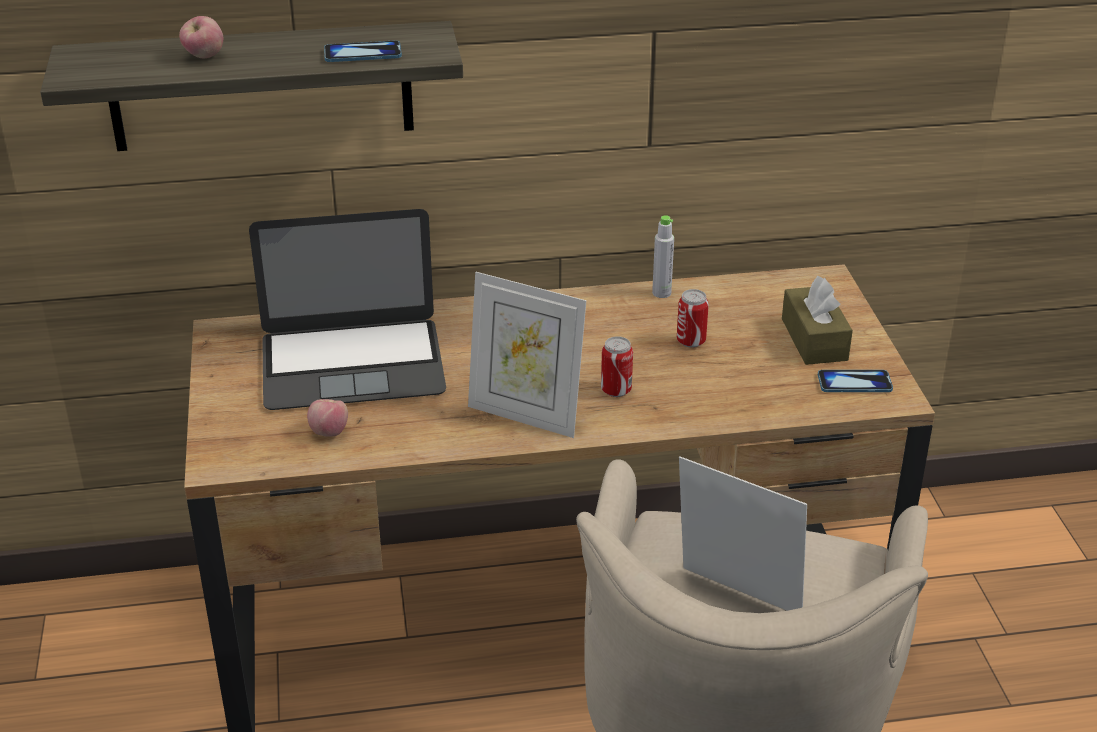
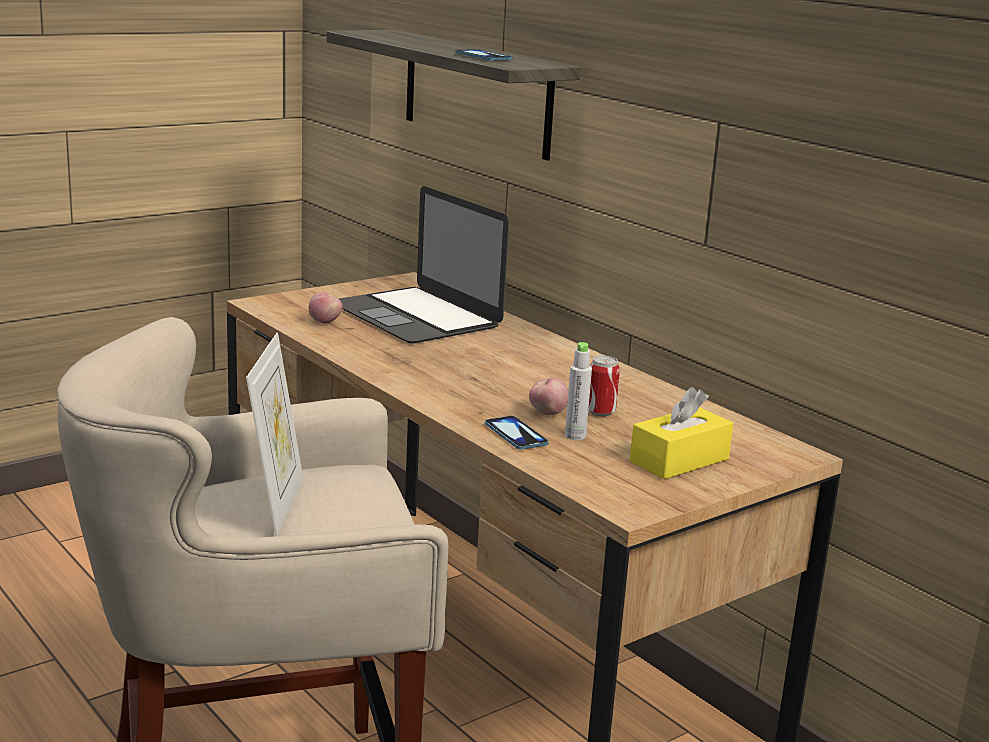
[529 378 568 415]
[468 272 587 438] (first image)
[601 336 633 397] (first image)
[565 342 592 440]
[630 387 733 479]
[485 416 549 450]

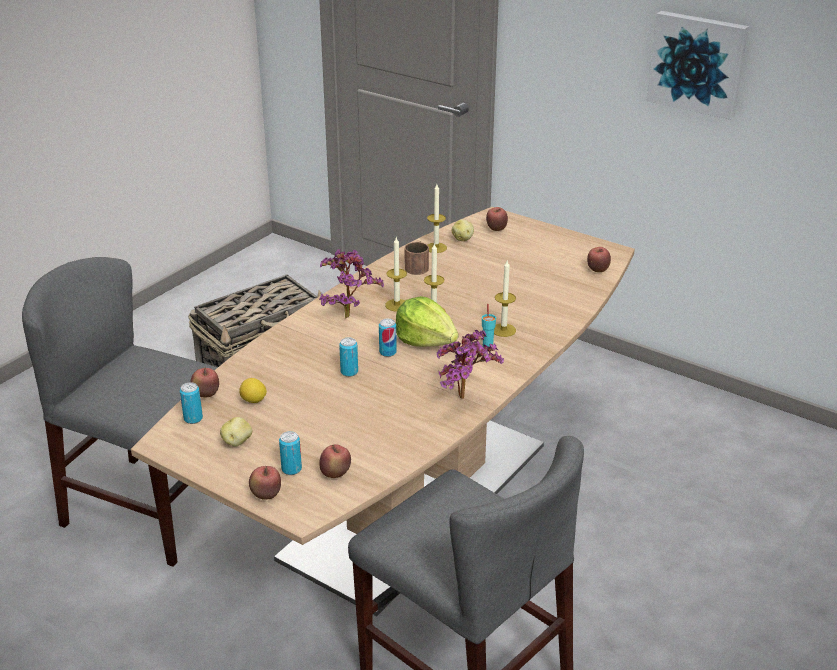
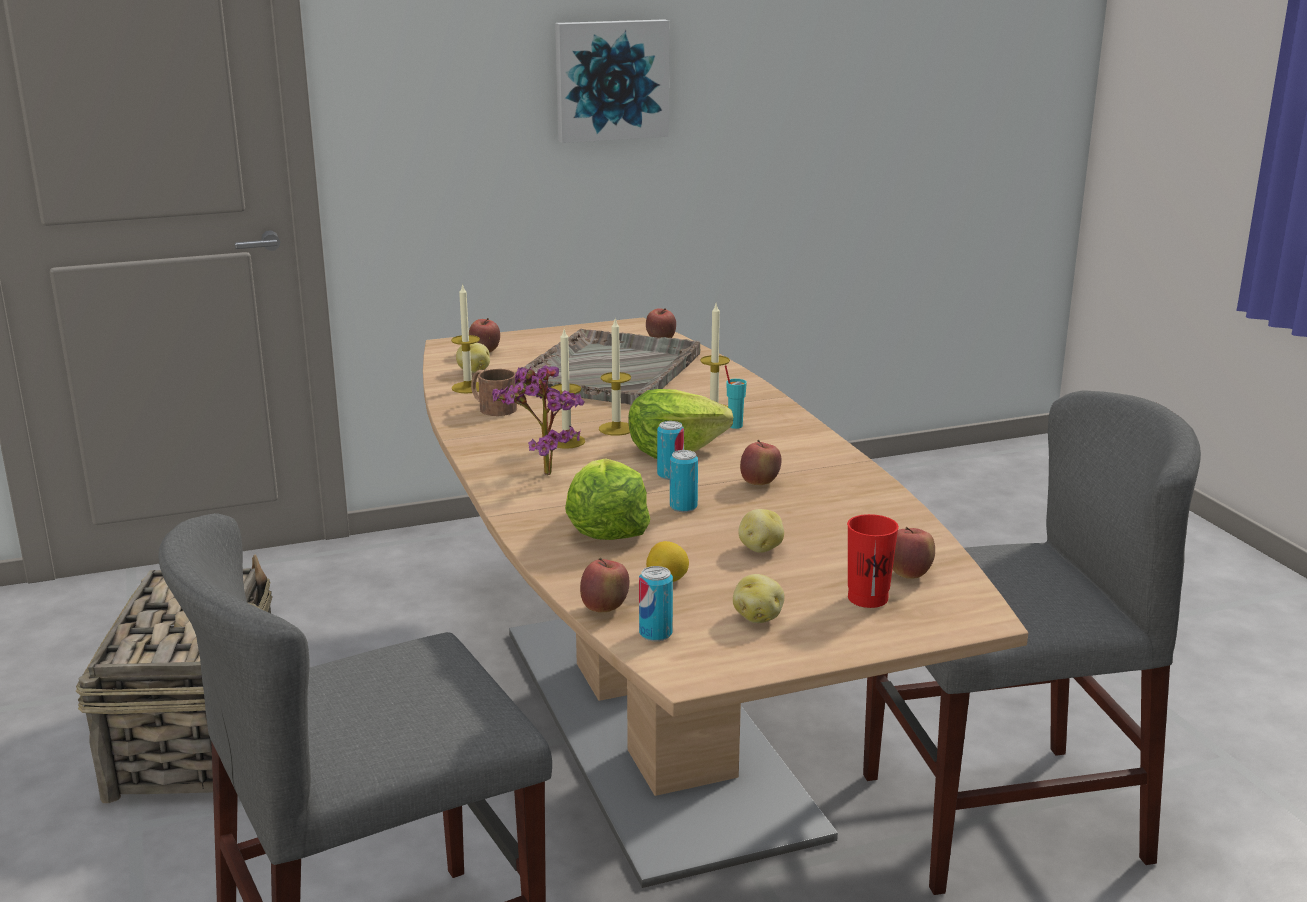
[740 440 781 485]
[847 514 899 608]
[437 330 504 399] (first image)
[515 328 700 405]
[565 459 650 540]
[738 509 784 553]

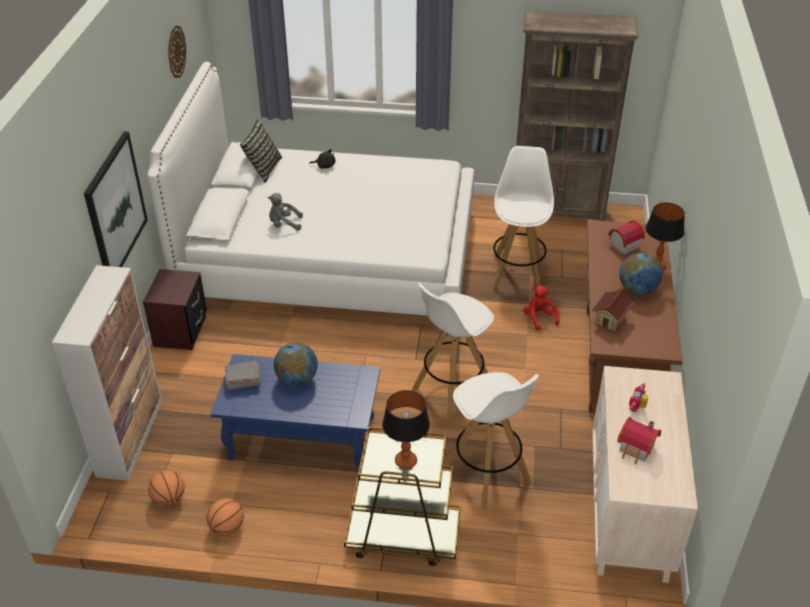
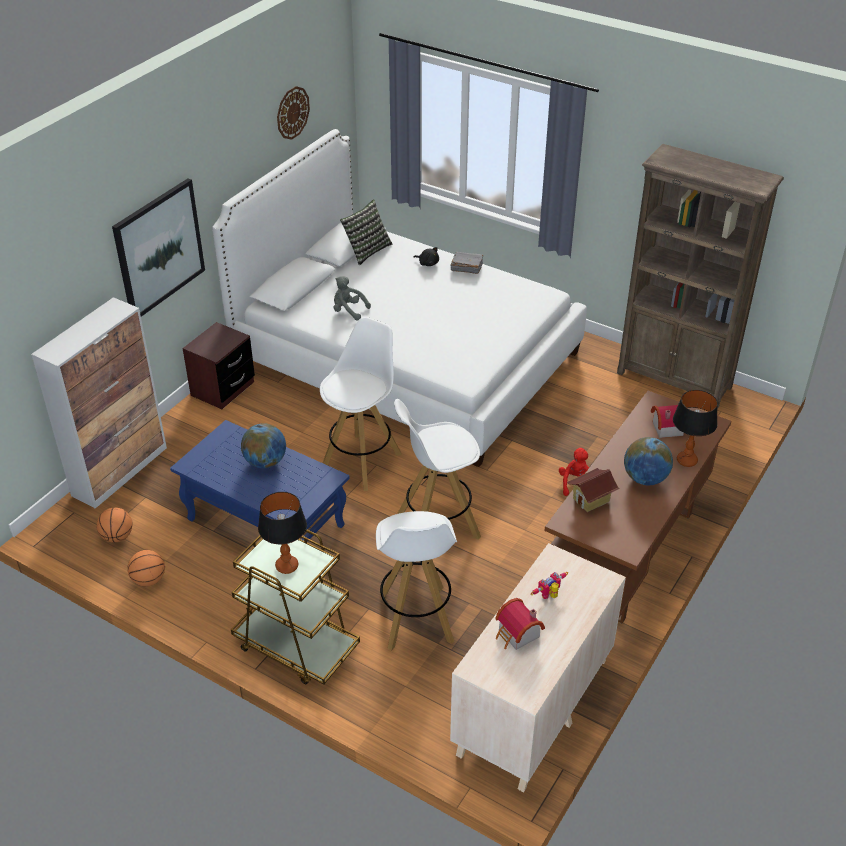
[450 252 483 274]
[320 317 402 491]

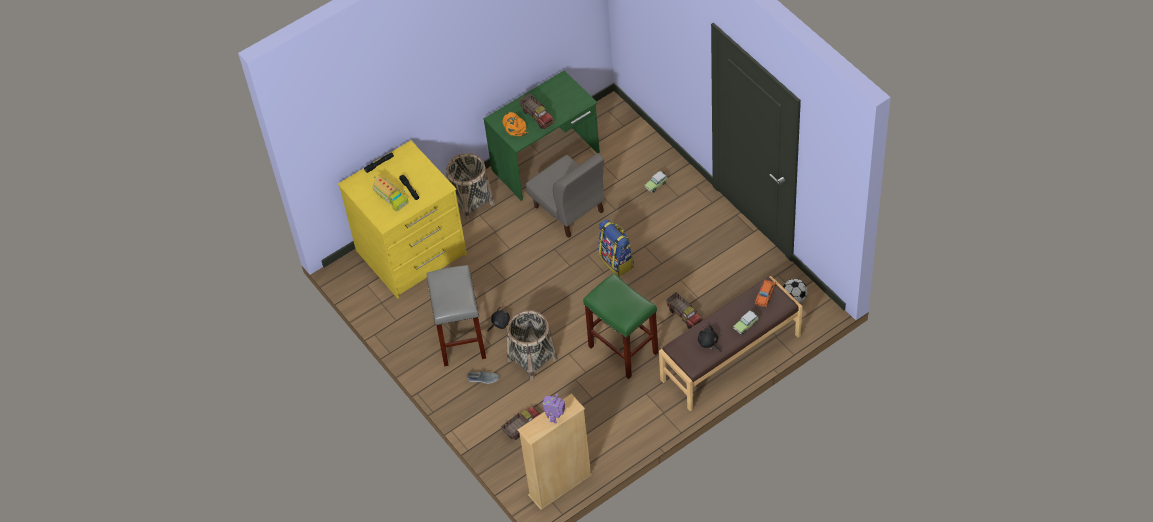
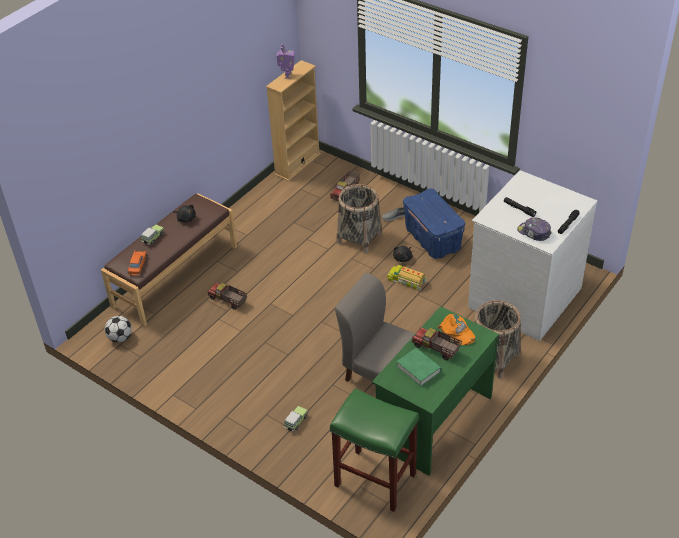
[468 170 597 341]
[387 262 427 290]
[403 189 465 259]
[330 388 419 512]
[598 219 634 277] (first image)
[396 348 442 387]
[517 217 551 241]

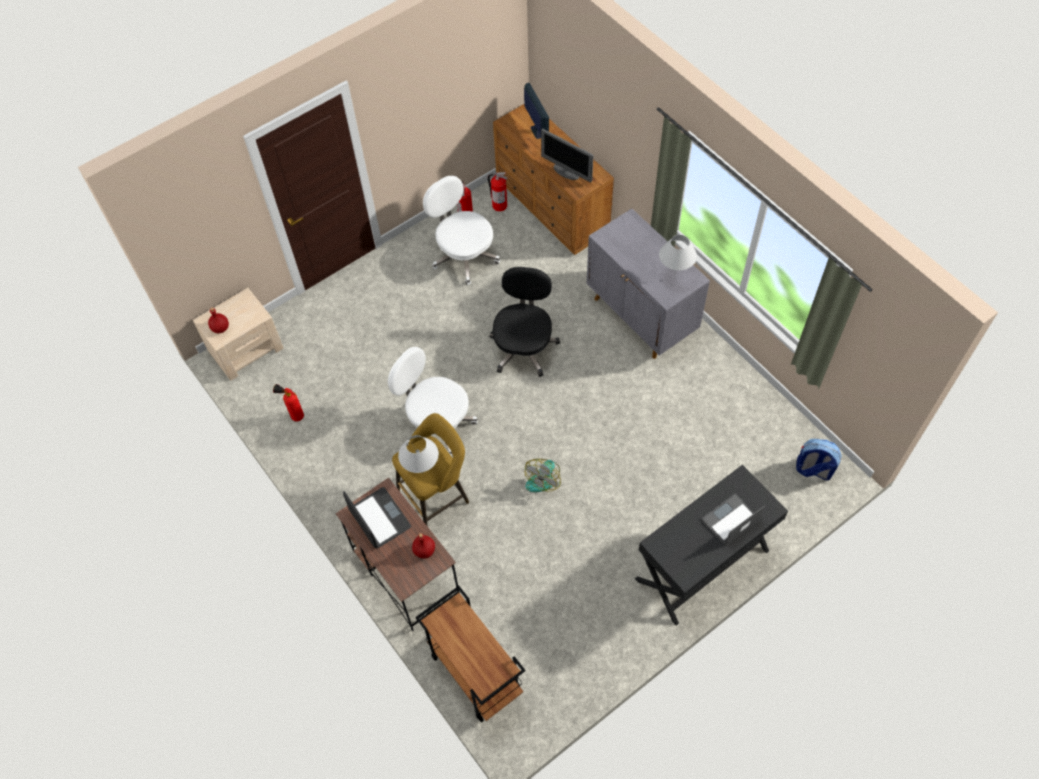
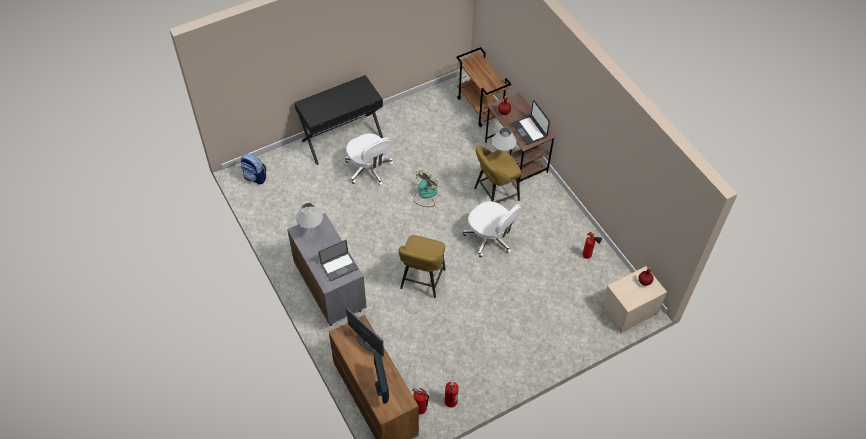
[345 133 393 186]
[398 235 446 298]
[319 239 358 281]

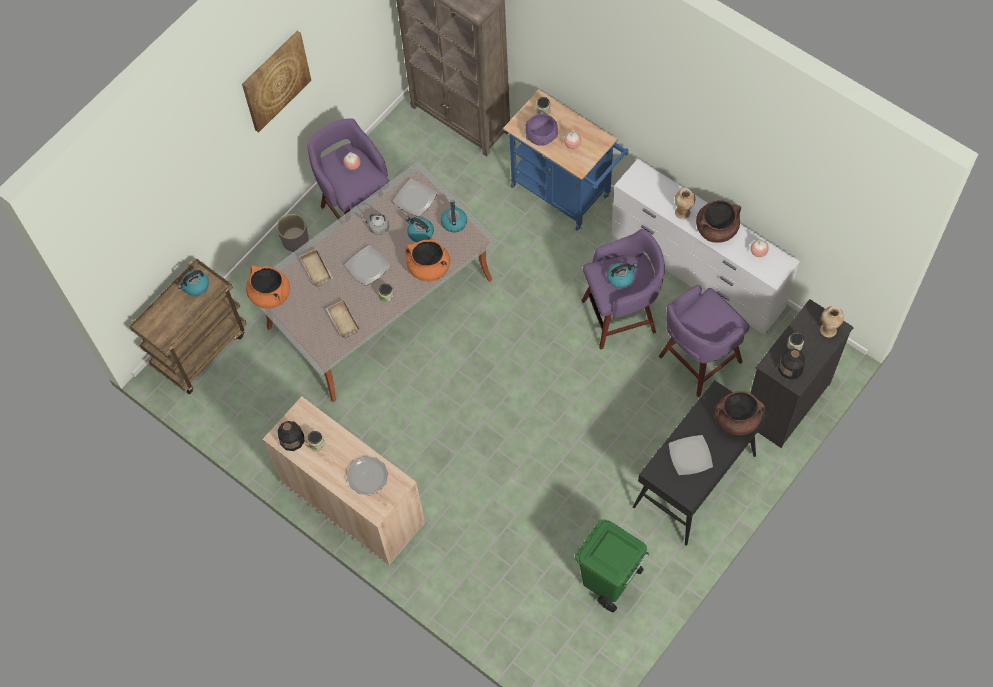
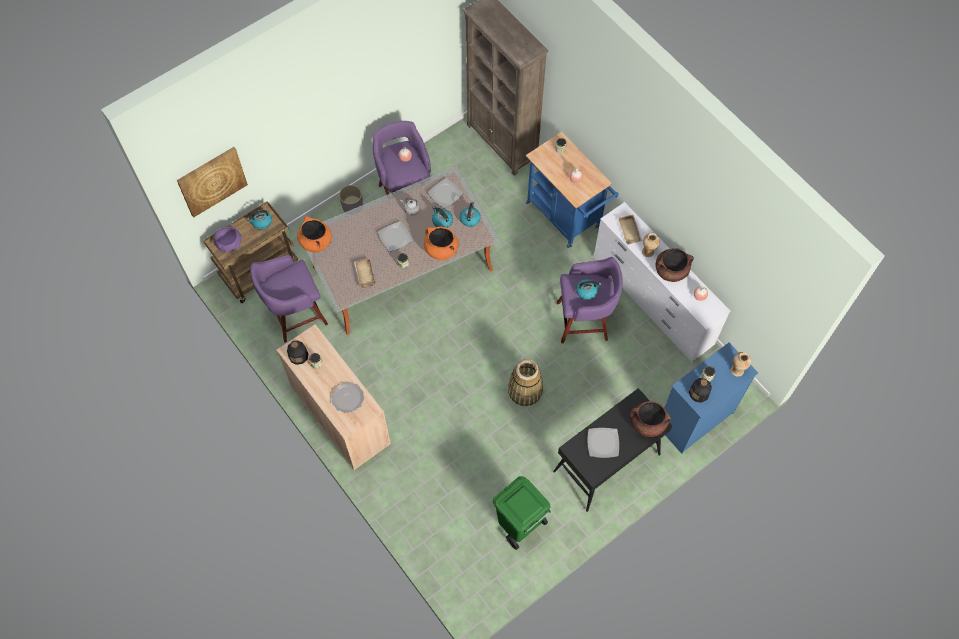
[177 147 248 218]
[618 215 642 245]
[214 226 242 252]
[250 255 328 343]
[664 343 758 454]
[508 359 543 406]

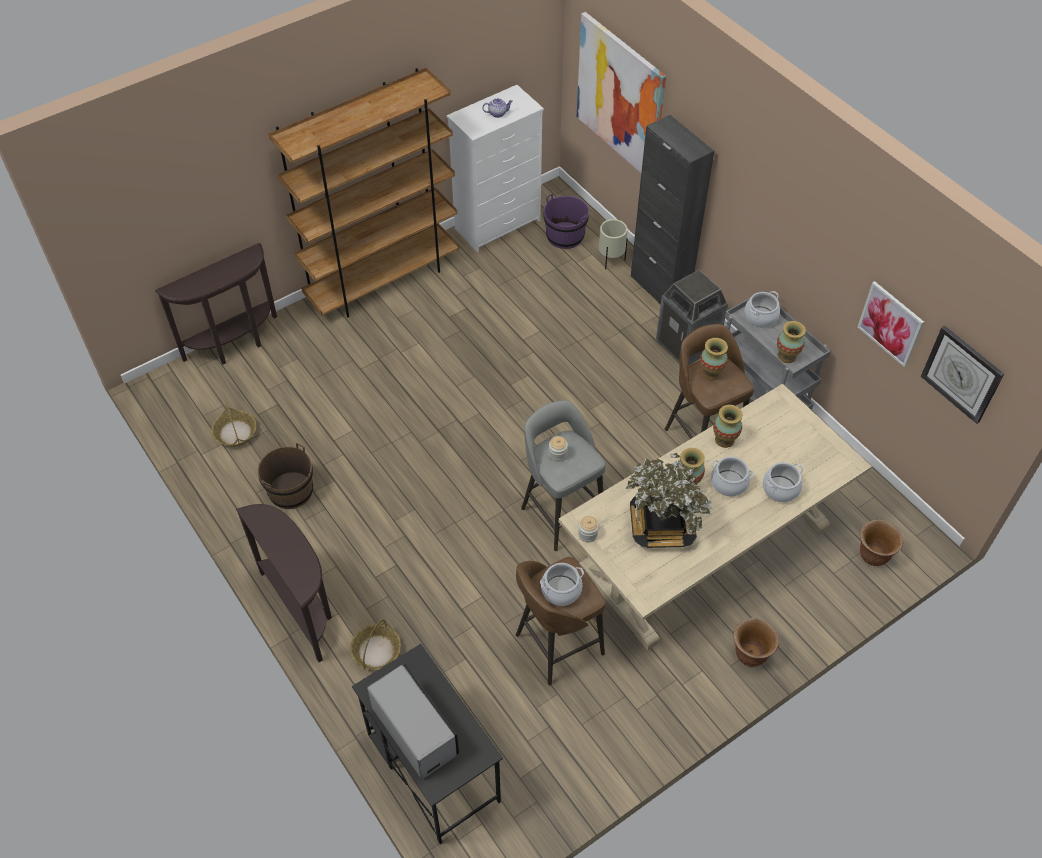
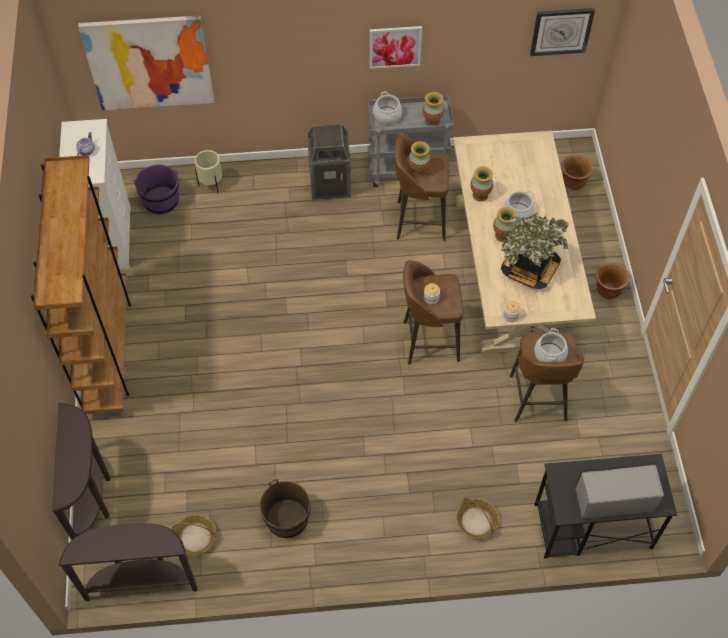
[58 523 197 601]
[403 260 463 365]
[631 115 714 304] (first image)
[763 462 803 502] (first image)
[369 26 422 69]

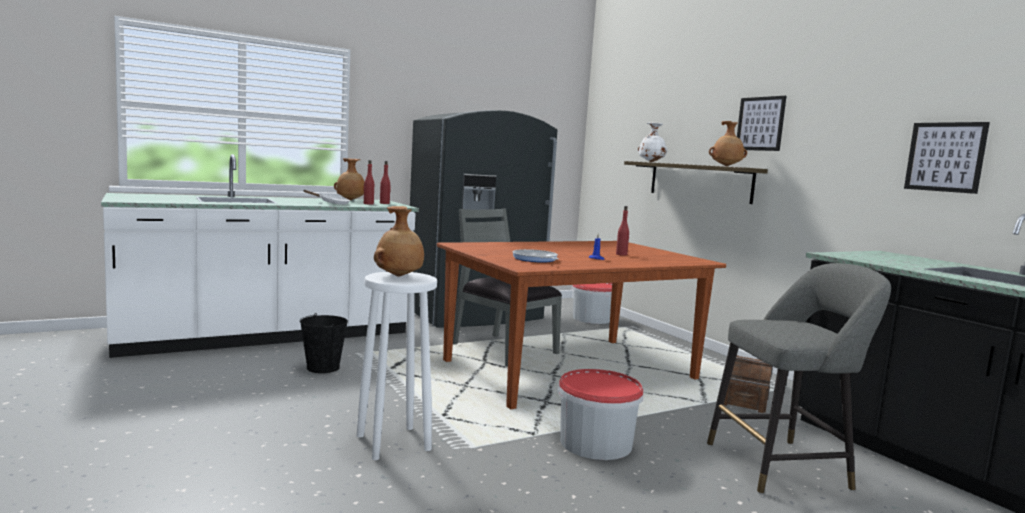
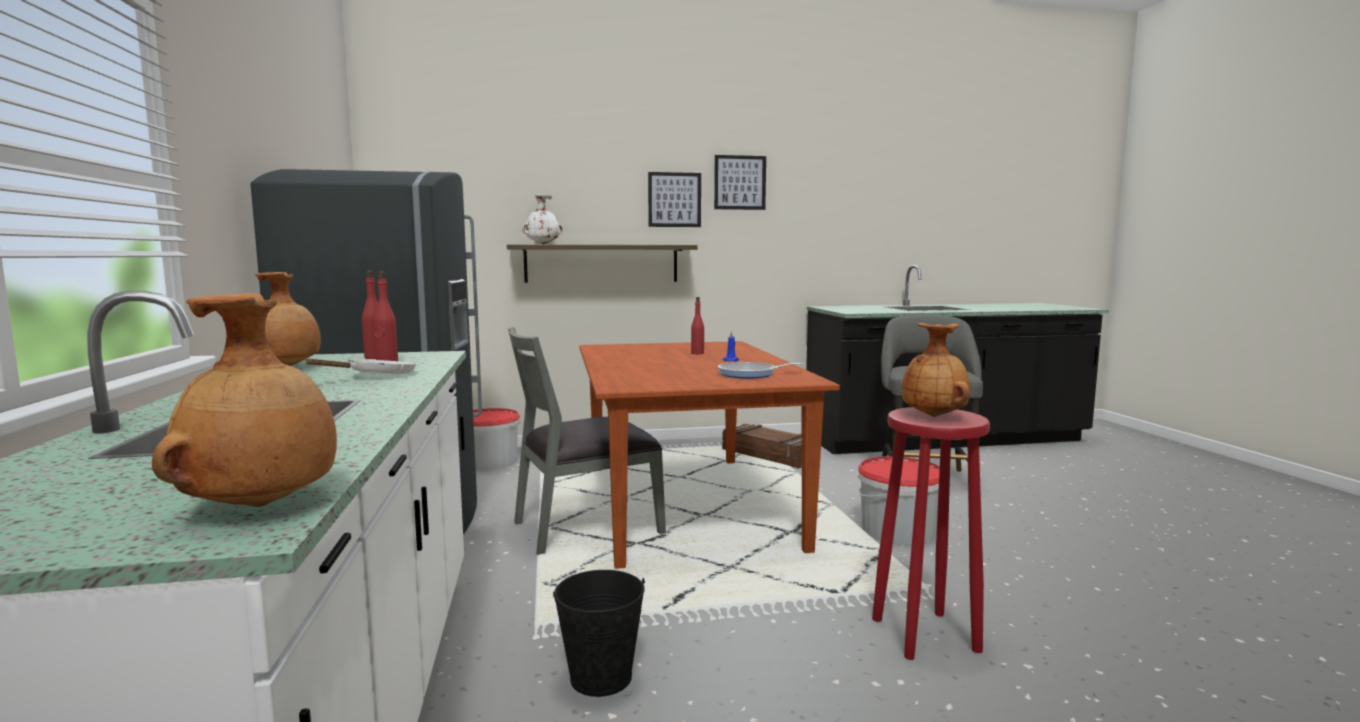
[872 407 990 660]
[152 293 337 507]
[714 155 766 210]

